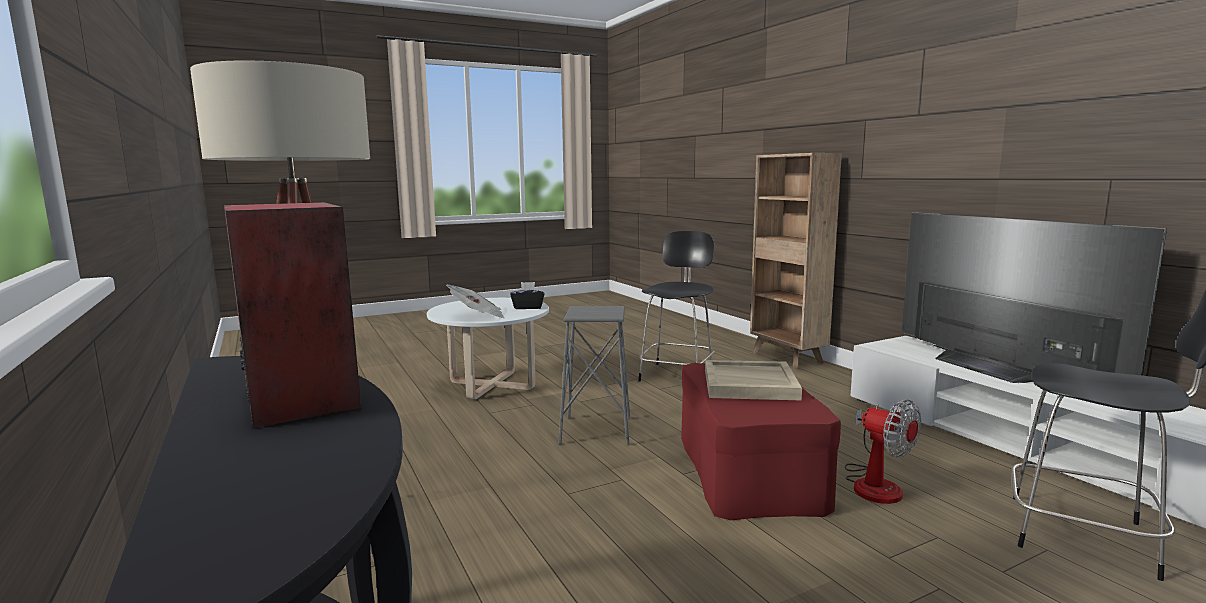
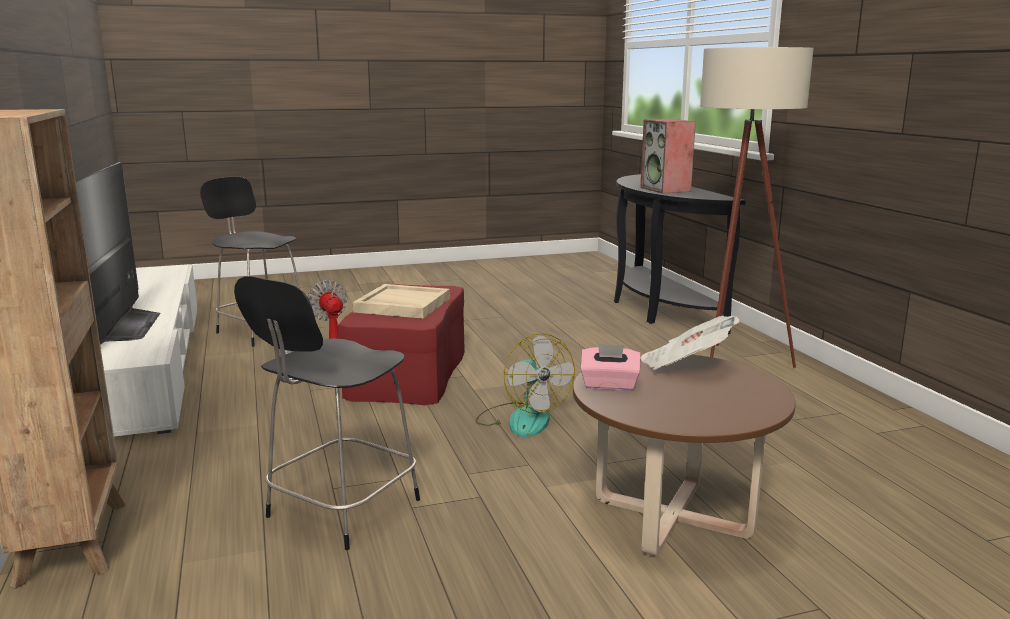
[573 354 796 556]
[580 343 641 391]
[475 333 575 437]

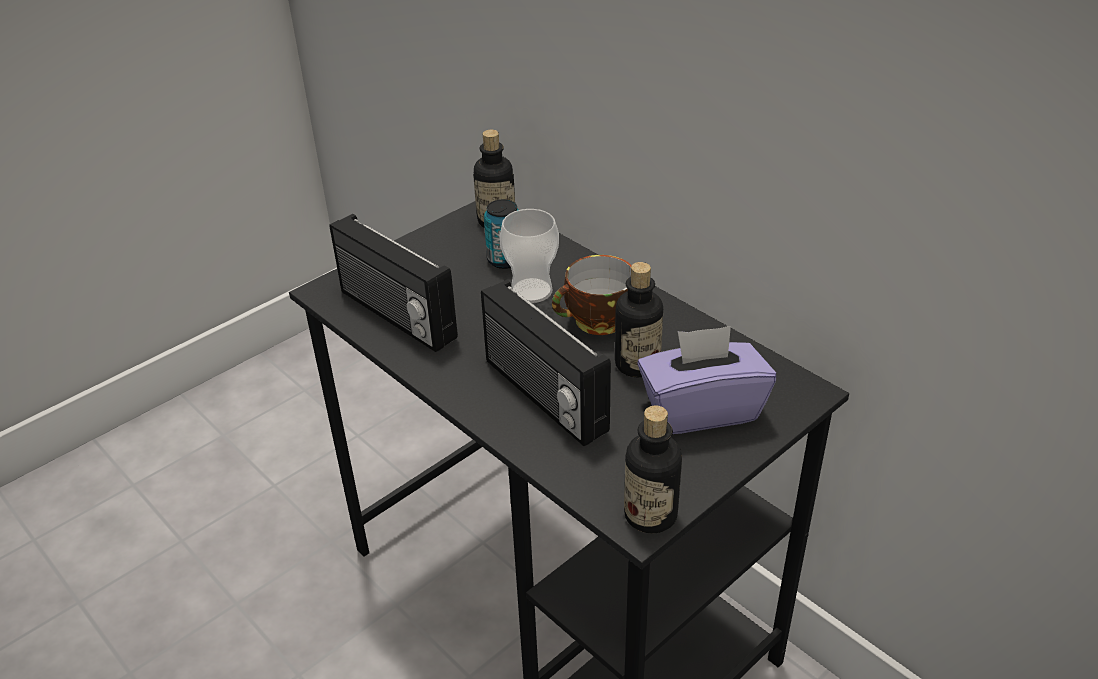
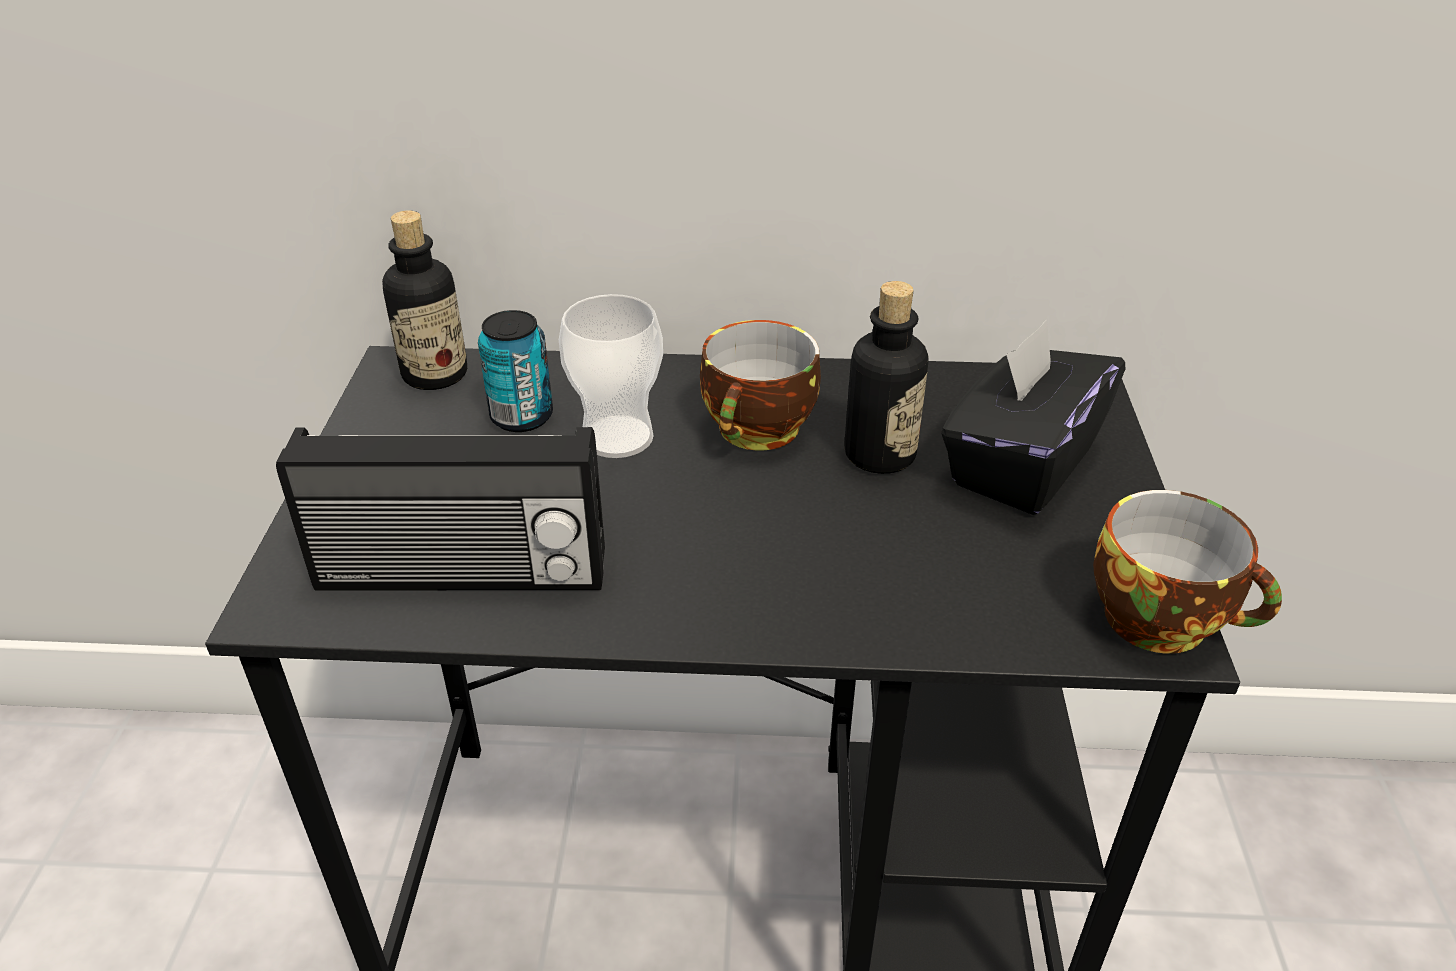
[481 280 611 446] (first image)
[1093 490 1282 654]
[941 319 1125 515]

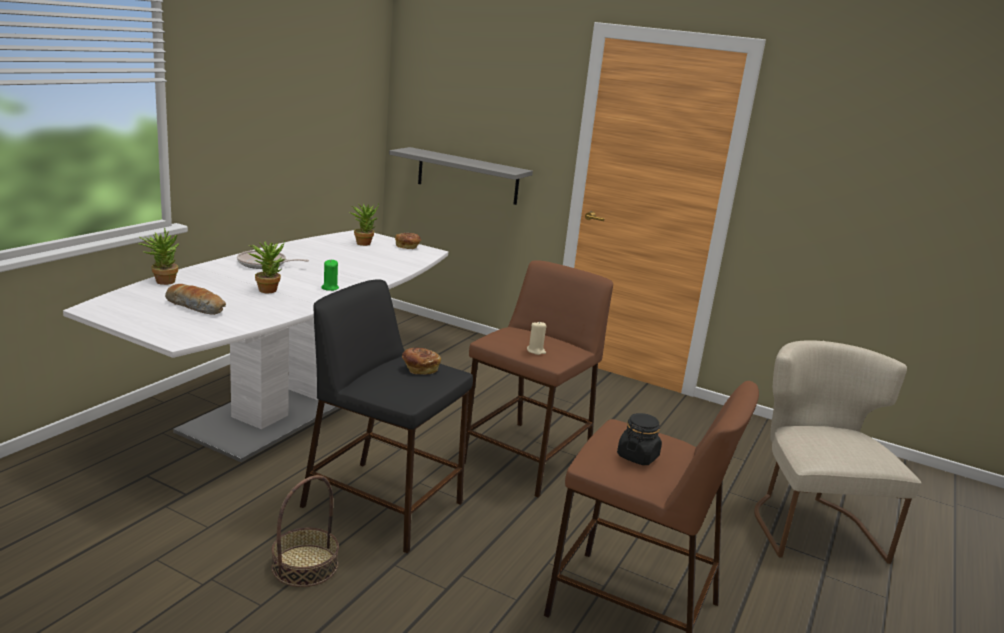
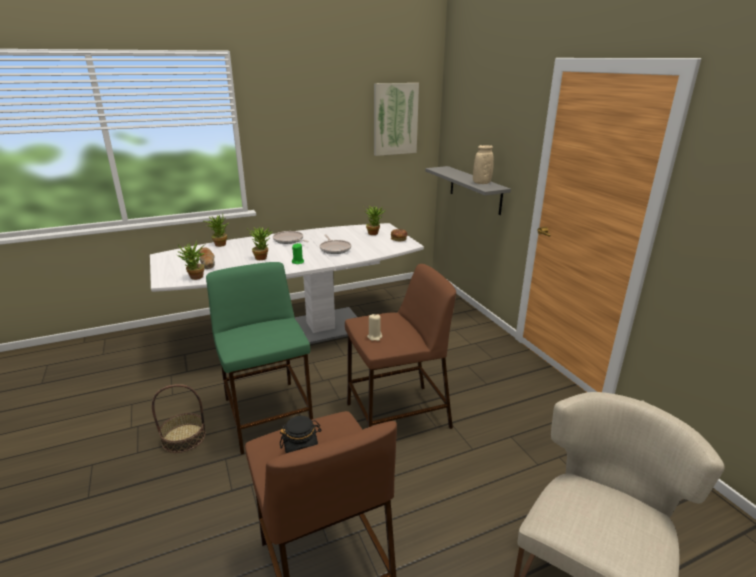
[206 262 313 455]
[402 348 441 375] (first image)
[177 241 205 280]
[320 234 351 254]
[374 83 419 156]
[473 145 494 184]

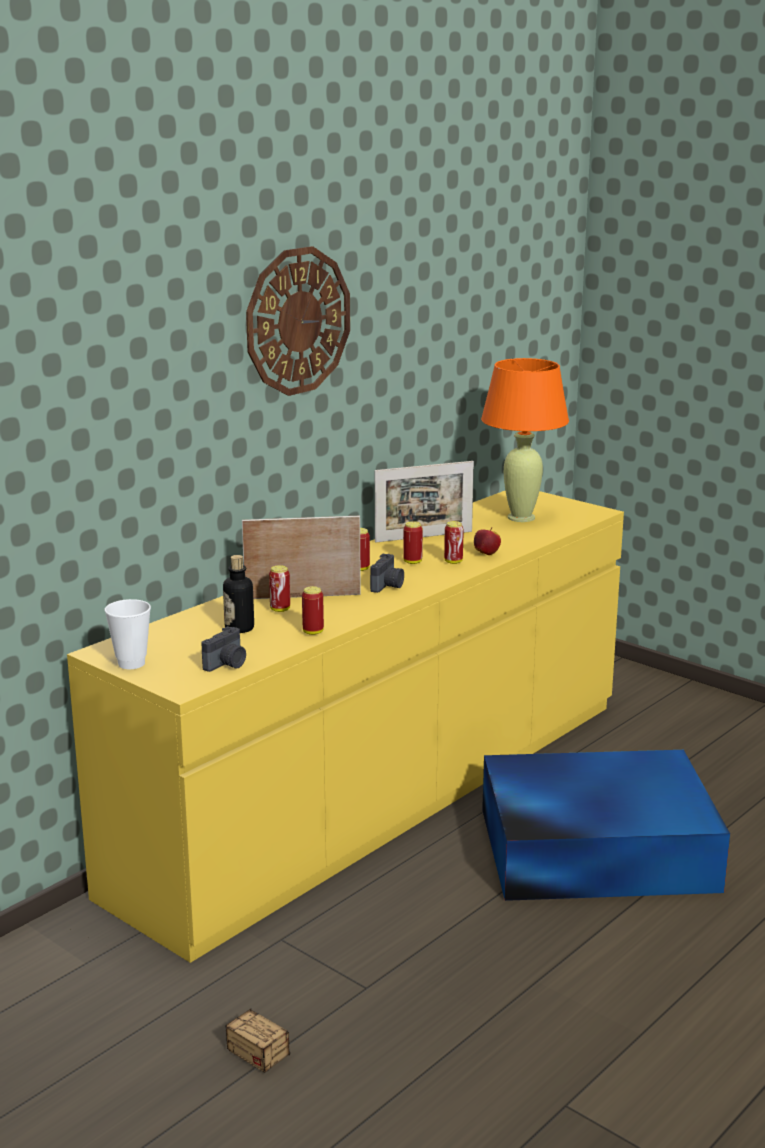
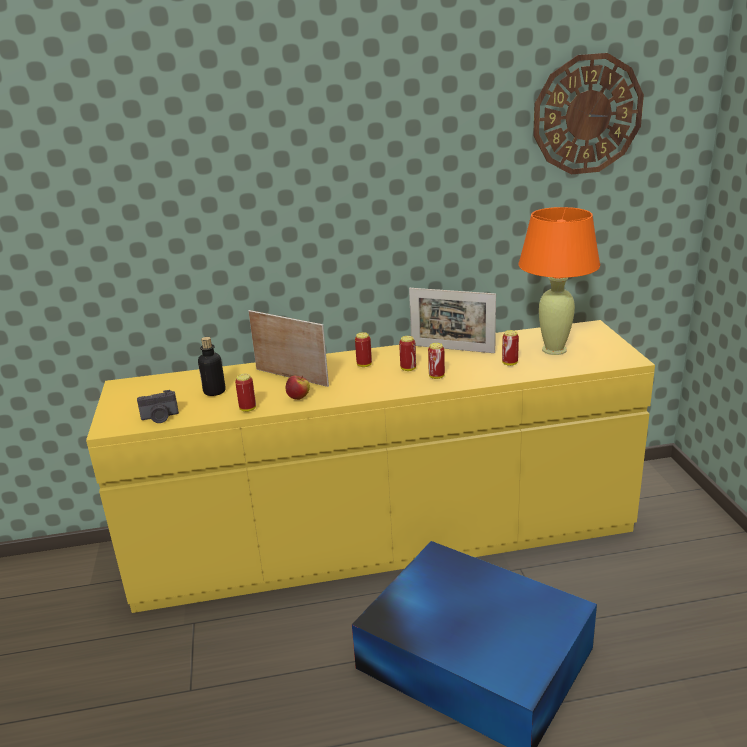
[105 599 151 669] (first image)
[225 1006 343 1073] (first image)
[533 53 644 175]
[502 330 519 366]
[370 553 404 593] (first image)
[286 376 310 400]

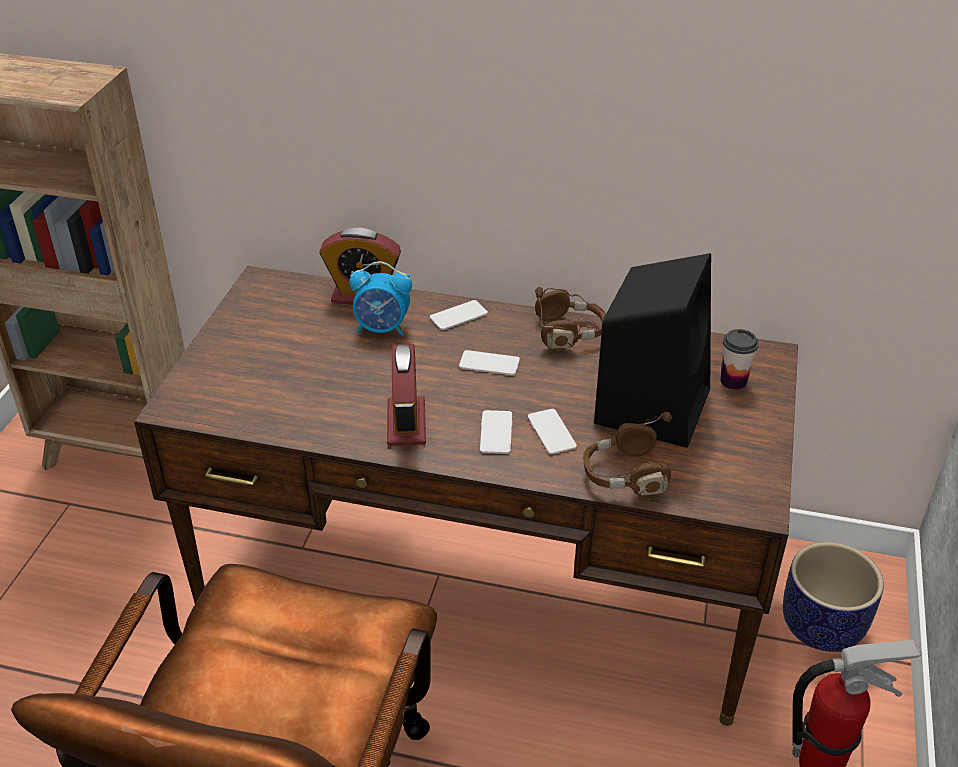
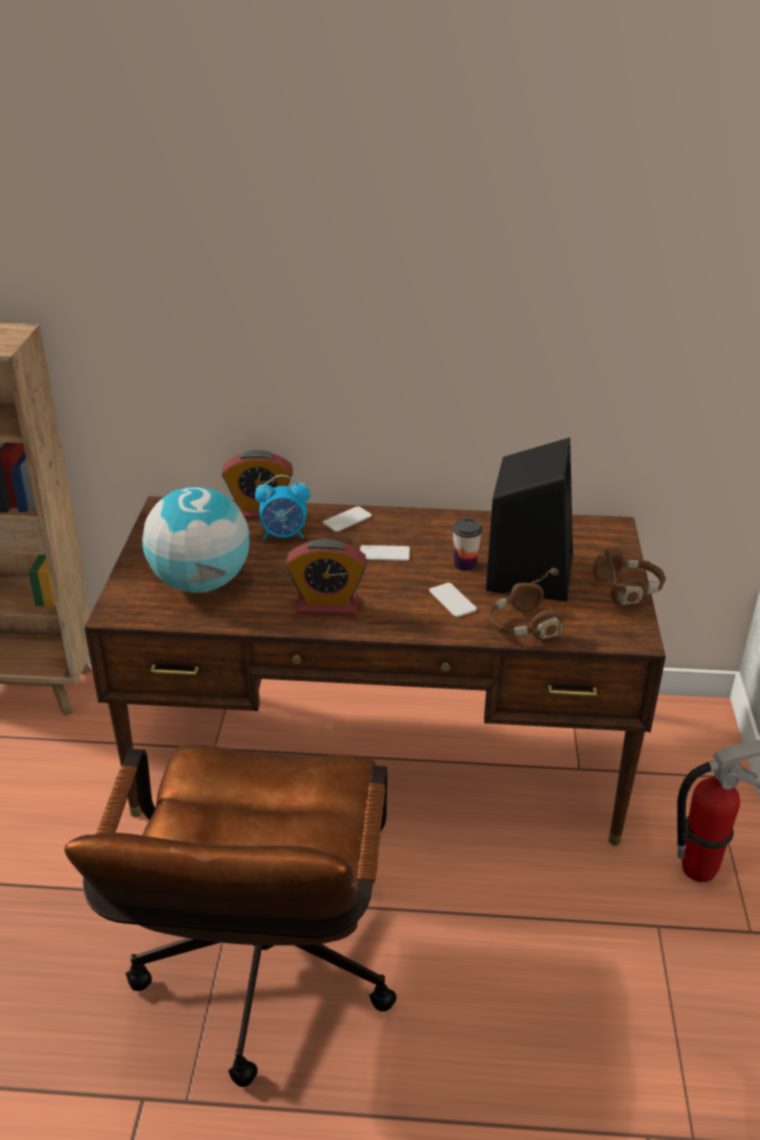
[286 538 367 616]
[480 410 512 454] (first image)
[593 549 666 605]
[452 518 482 571]
[783 542 884 652] (first image)
[142 487 249 593]

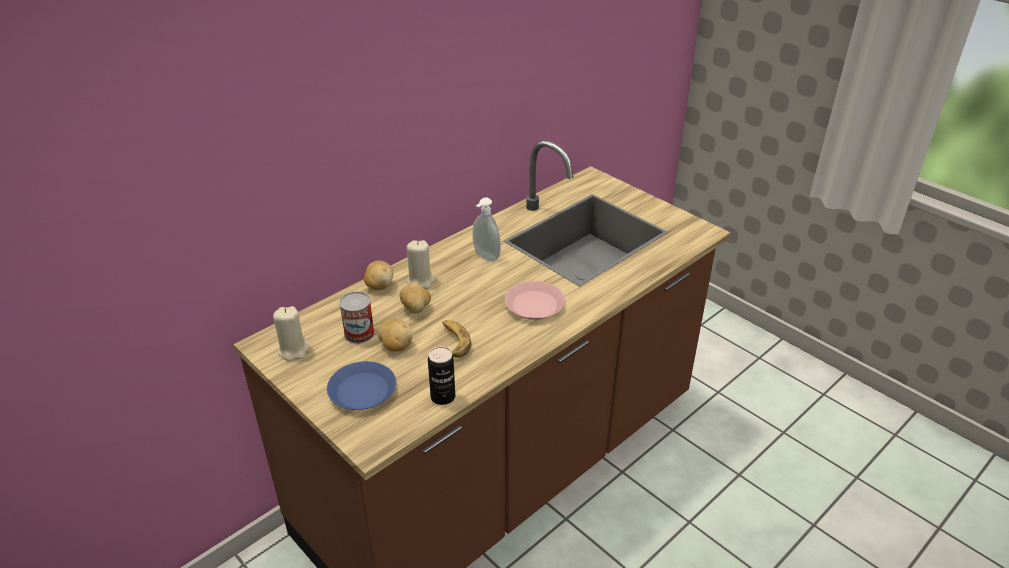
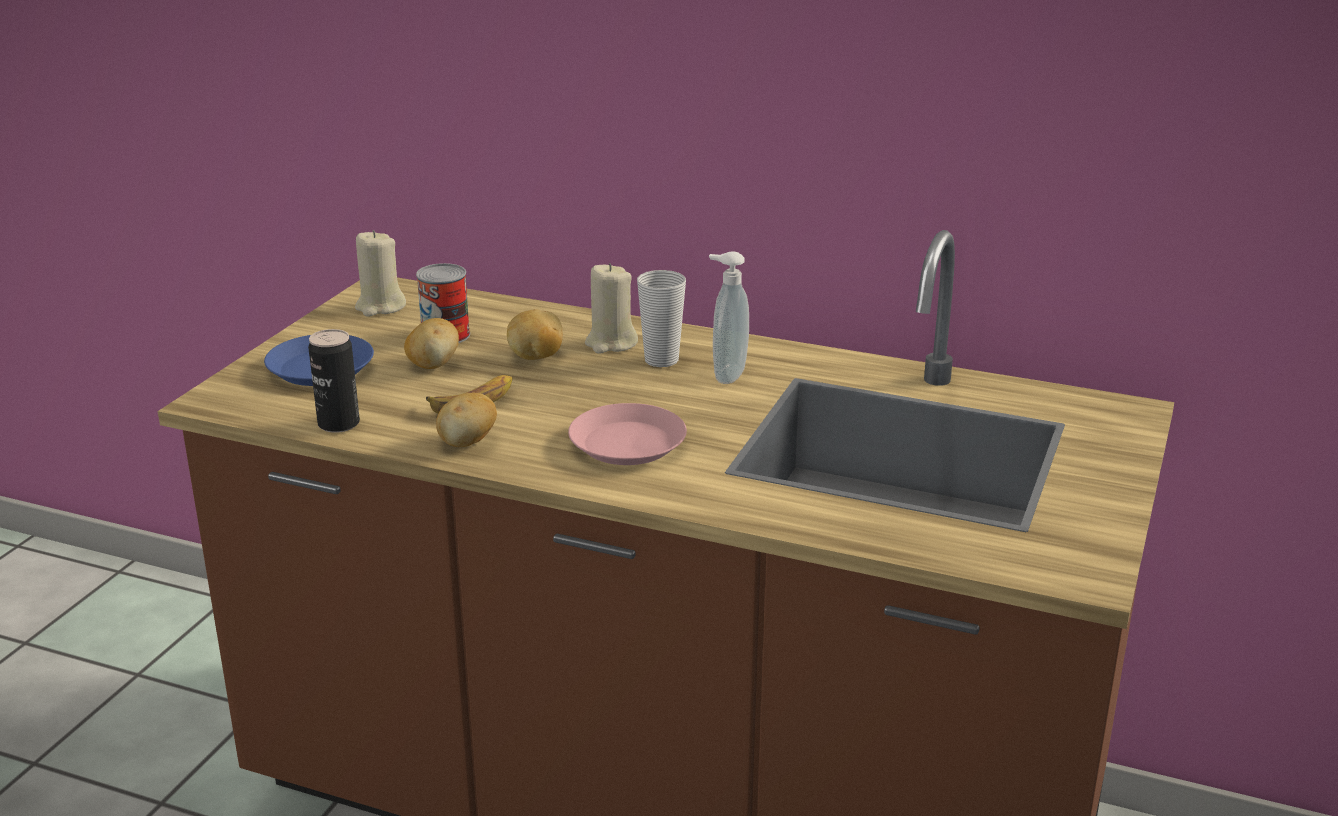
[436 393 497 447]
[637 270 686 367]

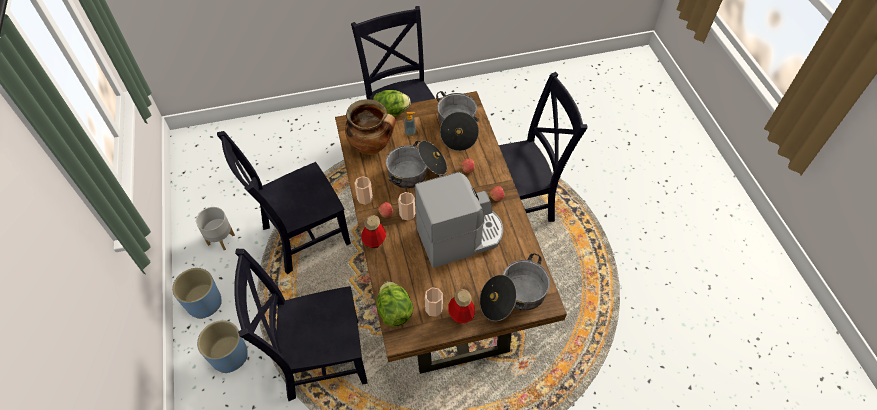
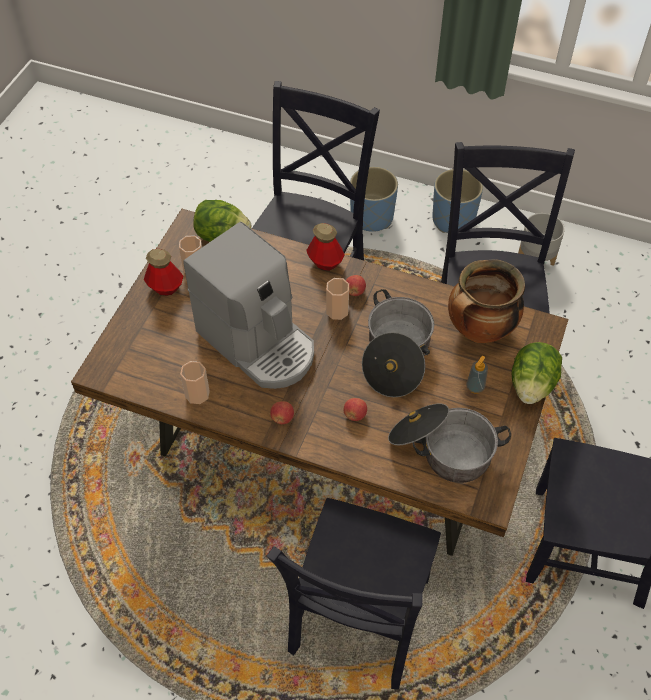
[180 361 210 404]
[183 222 314 389]
[480 253 550 321] (first image)

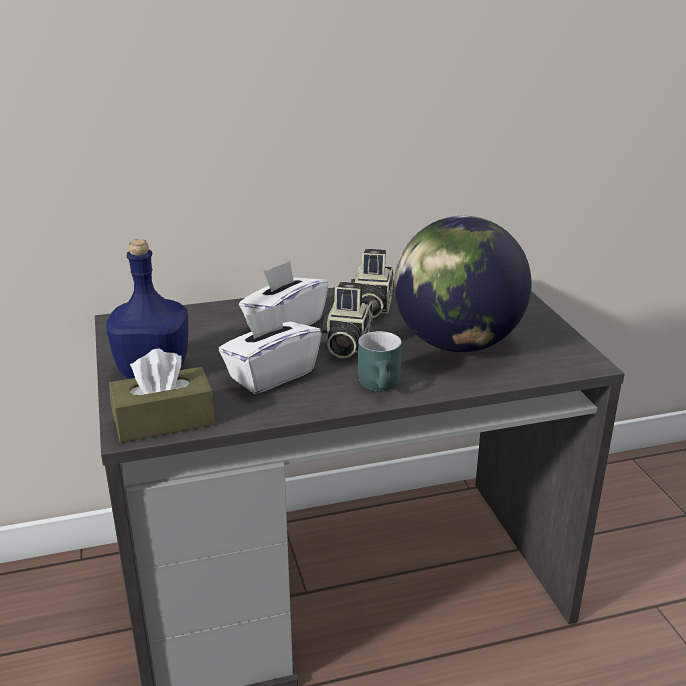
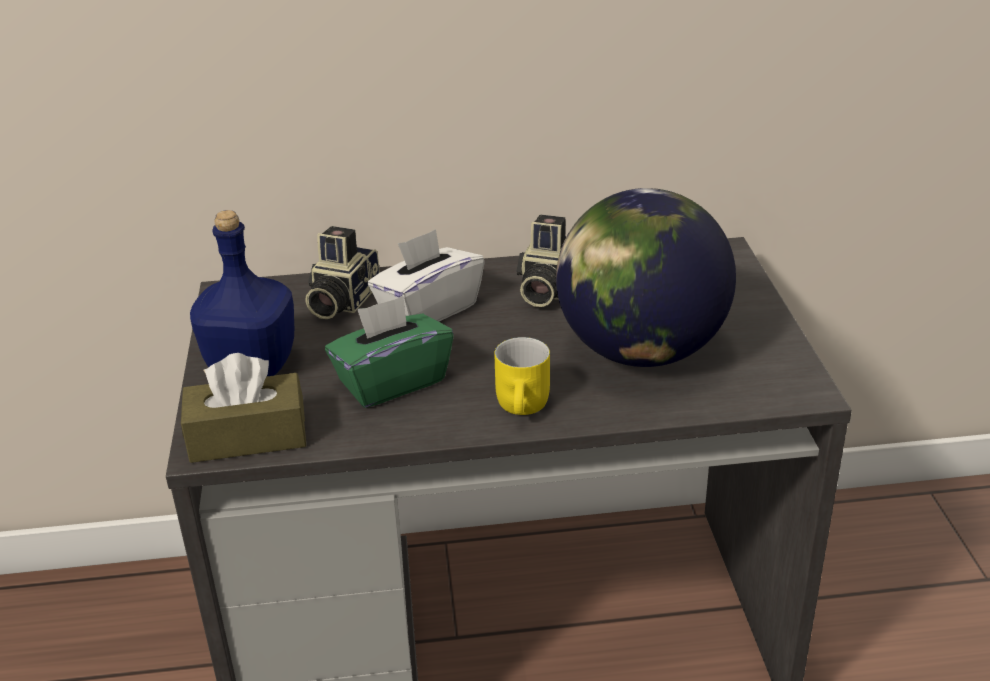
[325 296 454 408]
[305 226 380 319]
[495 337 550 415]

